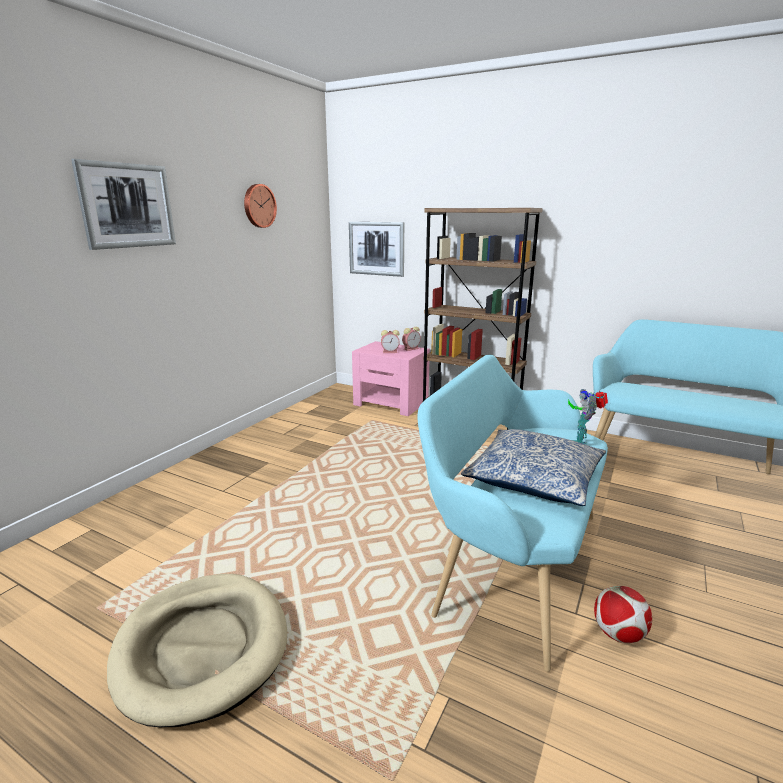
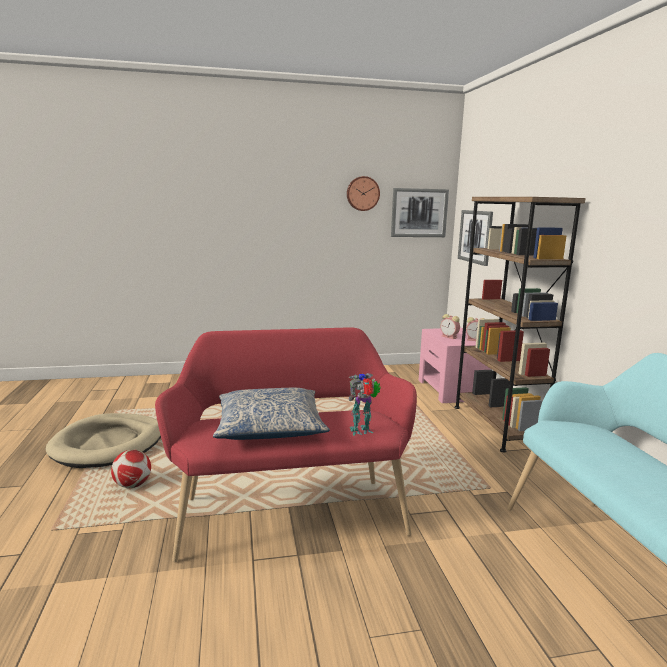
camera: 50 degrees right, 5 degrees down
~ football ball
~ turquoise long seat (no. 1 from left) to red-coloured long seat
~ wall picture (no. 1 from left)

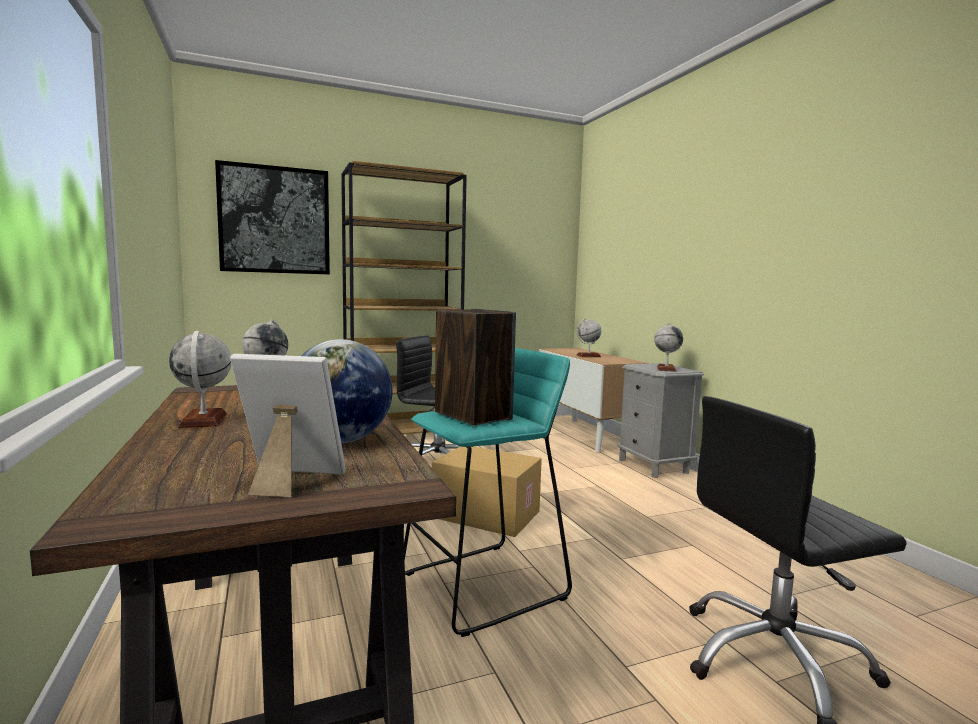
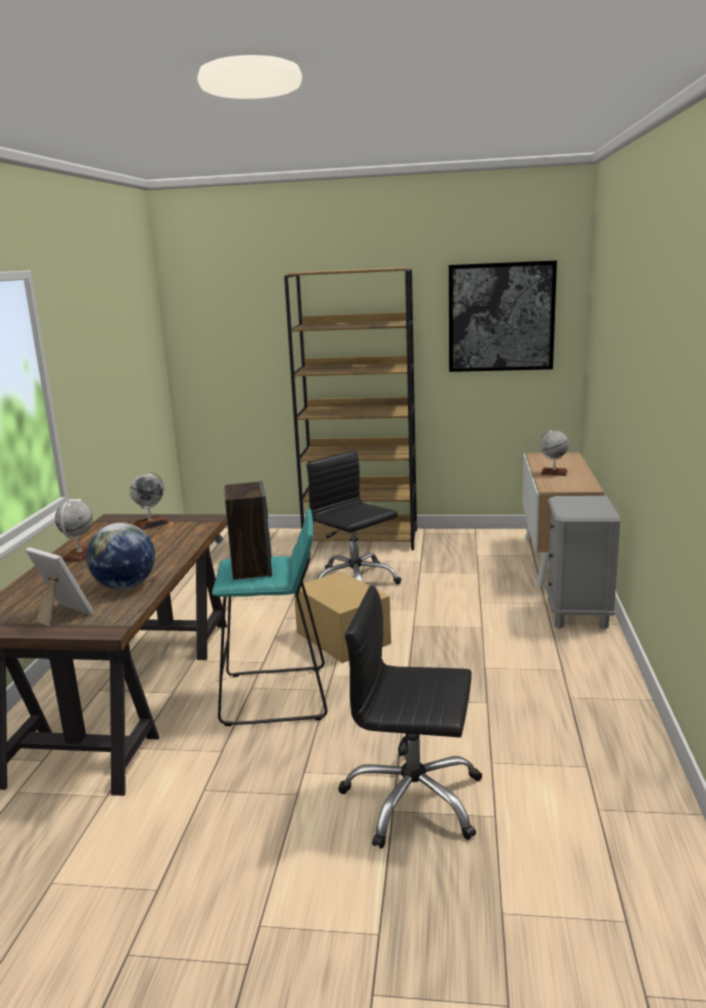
camera: 30 degrees right, 10 degrees up
~ wall picture
- desk globe (no. 5 from left)

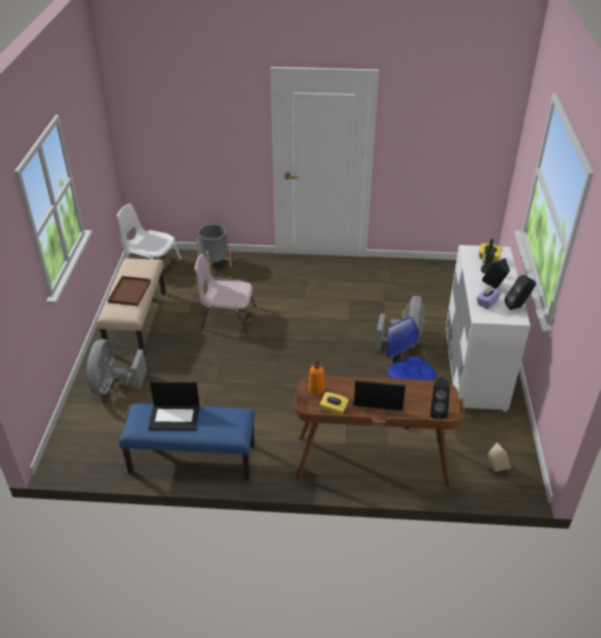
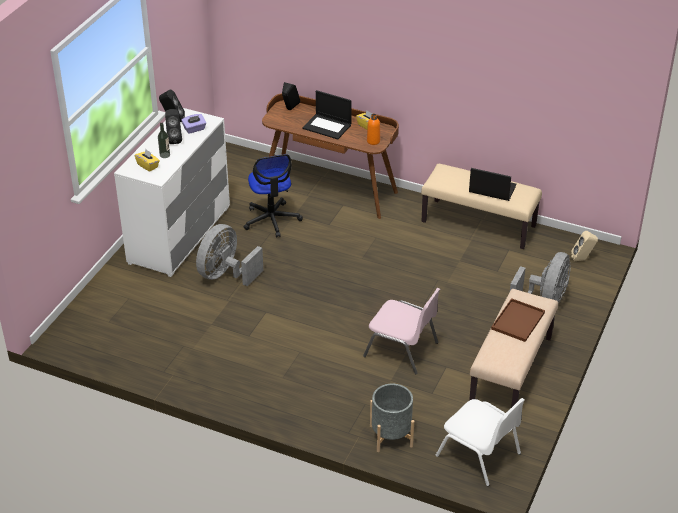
camera: 160 degrees left, 0 degrees up
~ bluish long seat to sand-coloured long seat (no. 1 from left)
~ sand-coloured speaker

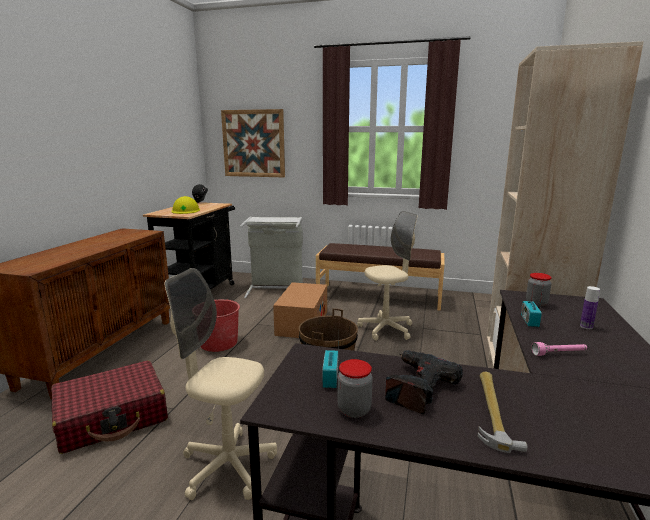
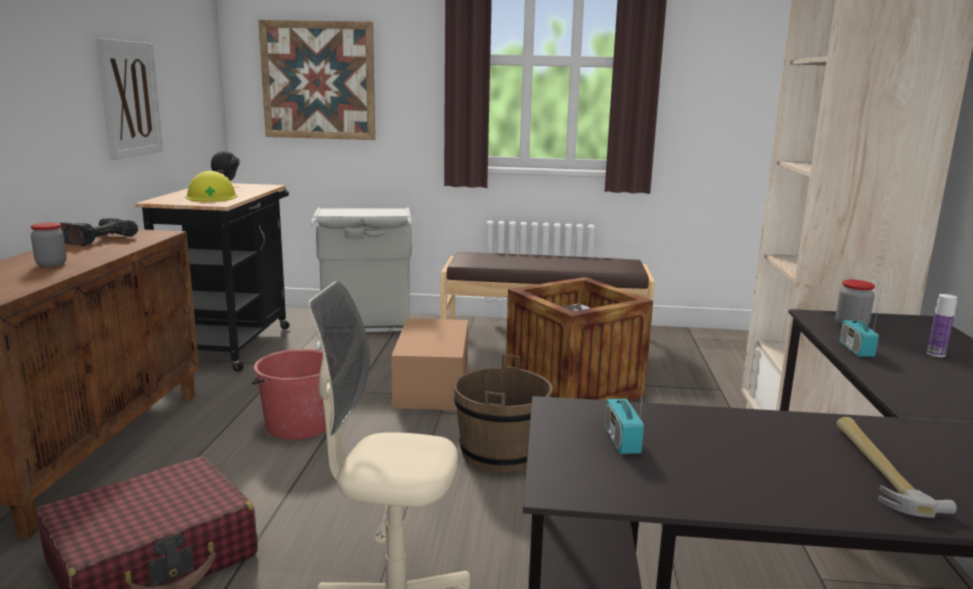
camera: 10 degrees left, 0 degrees up
~ jar (no. 1 from left)
~ electric drill
+ wall picture (no. 1 from left)
~ sand-coloured computer chair (no. 2 from left) to crate
- pink-coloured flashlight

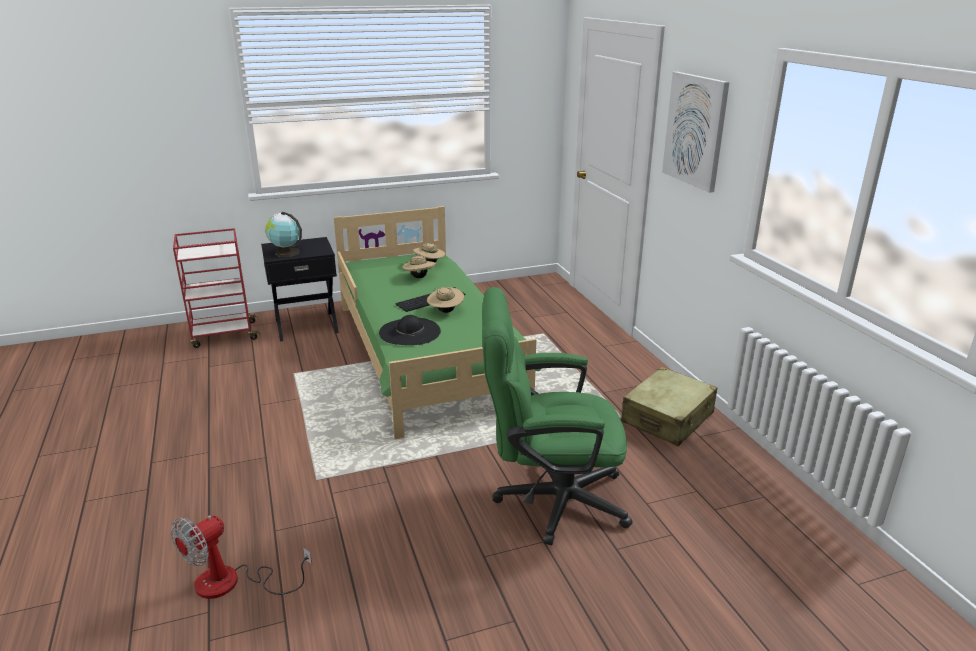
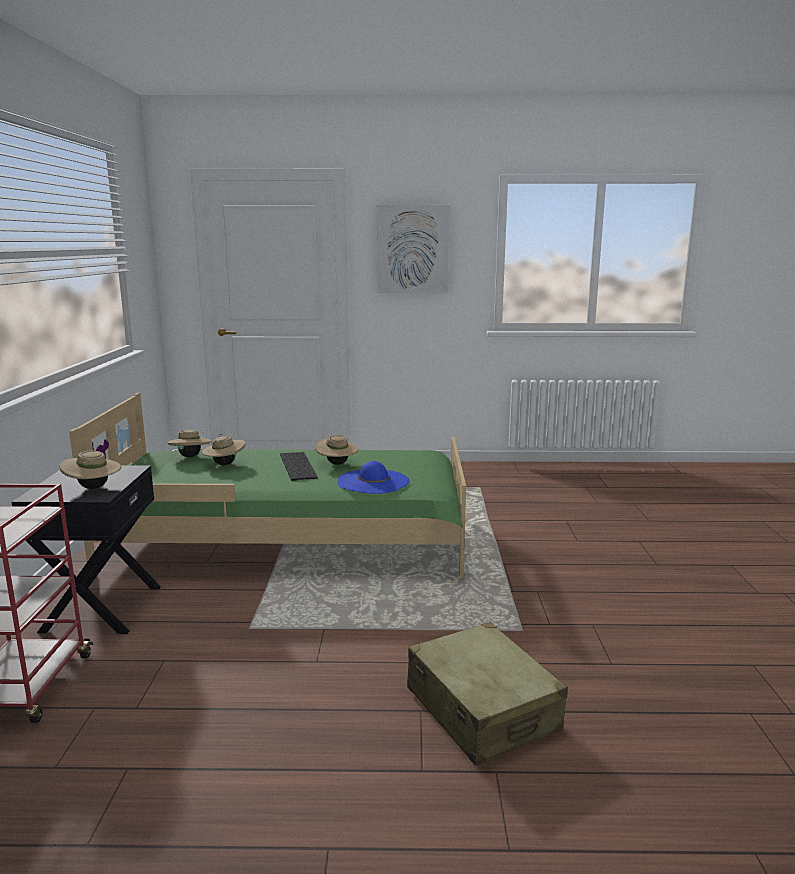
camera: 70 degrees left, 10 degrees down
~ desk globe to sand-coloured hat (no. 1 from left)
~ black-coloured hat to bluish hat
~ sand-coloured travel case
- fan
- greenish computer chair

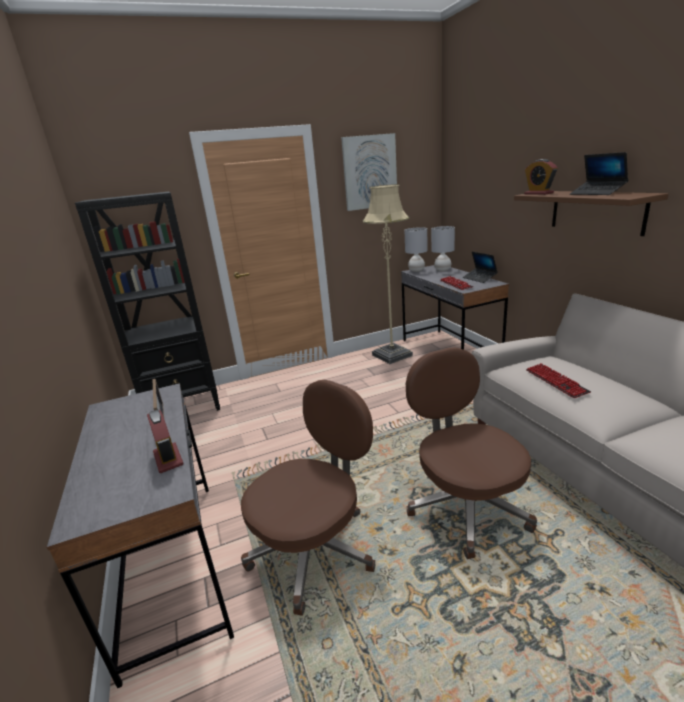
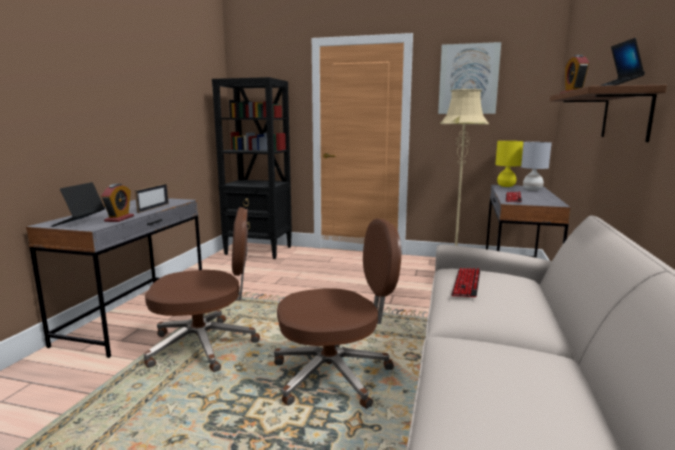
camera: 35 degrees right, 10 degrees down
~ portable computer (no. 1 from left)
~ brownish computer chair (no. 2 from left) 60 degrees clockwise
~ greyish tabletop lamp (no. 1 from left) to yellow-coloured tabletop lamp

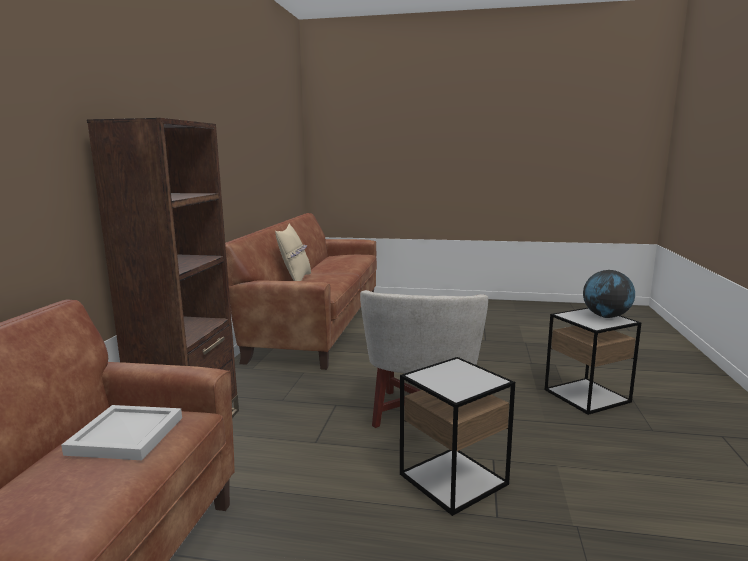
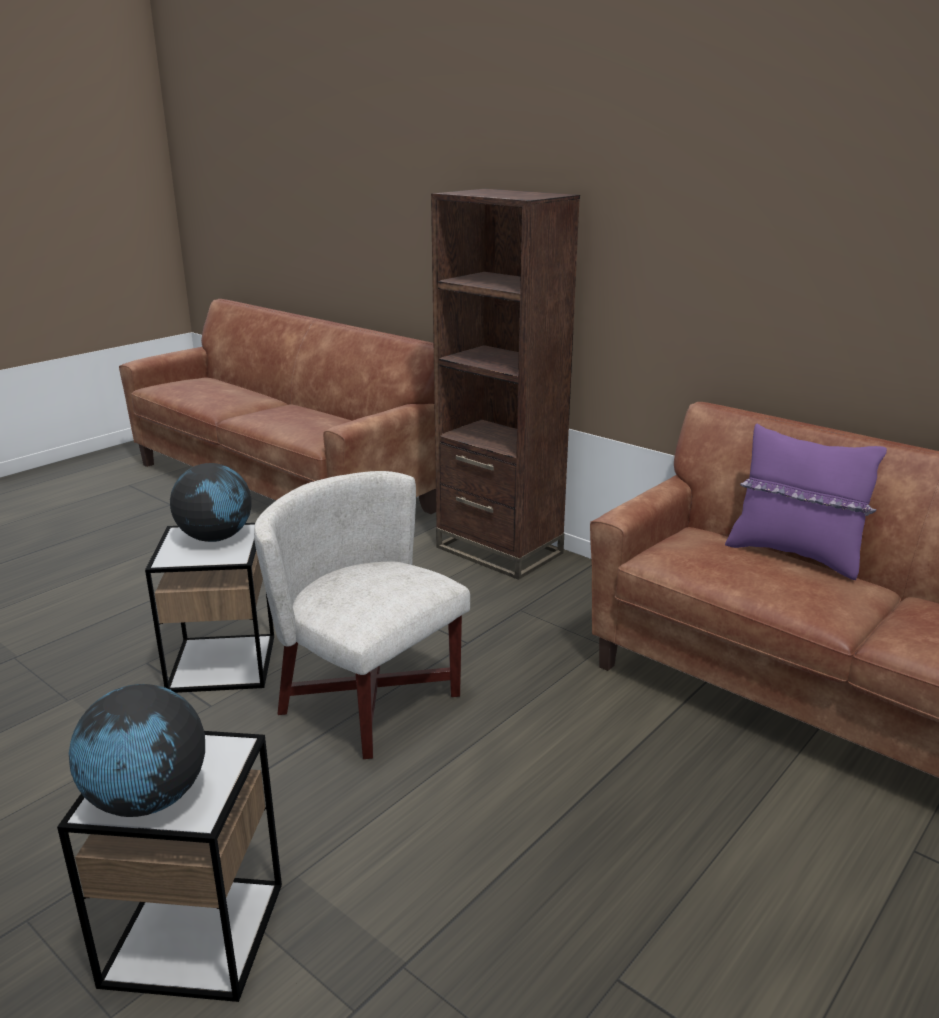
camera: 120 degrees right, 10 degrees up
+ desk globe (no. 2 from left)
~ sand-coloured throw pillow to purple-coloured throw pillow
- whitish tray

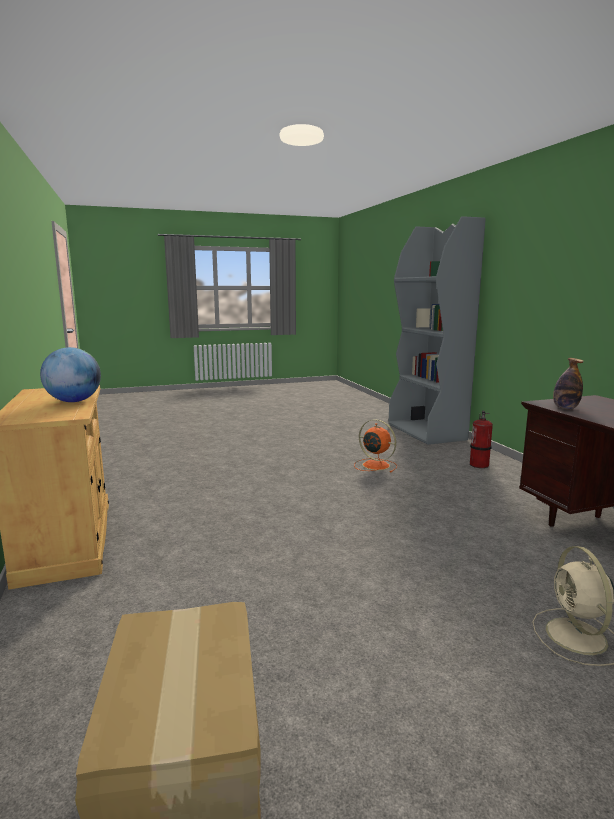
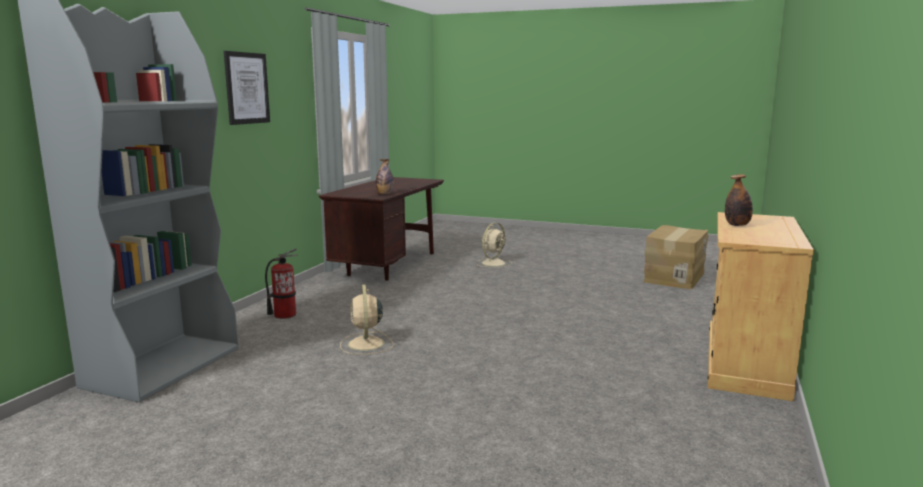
camera: 140 degrees left, 0 degrees up
+ wall picture
~ orange-coloured fan to sand-coloured fan (no. 1 from left)
~ desk globe to drink bottle (no. 2 from left)

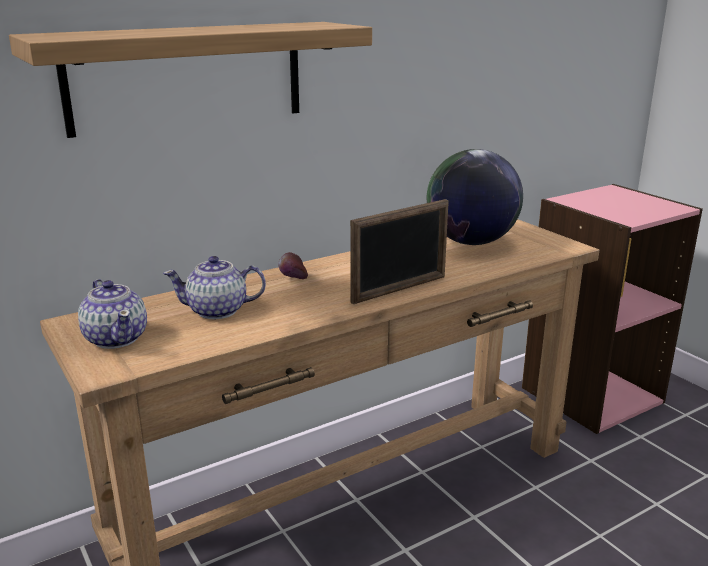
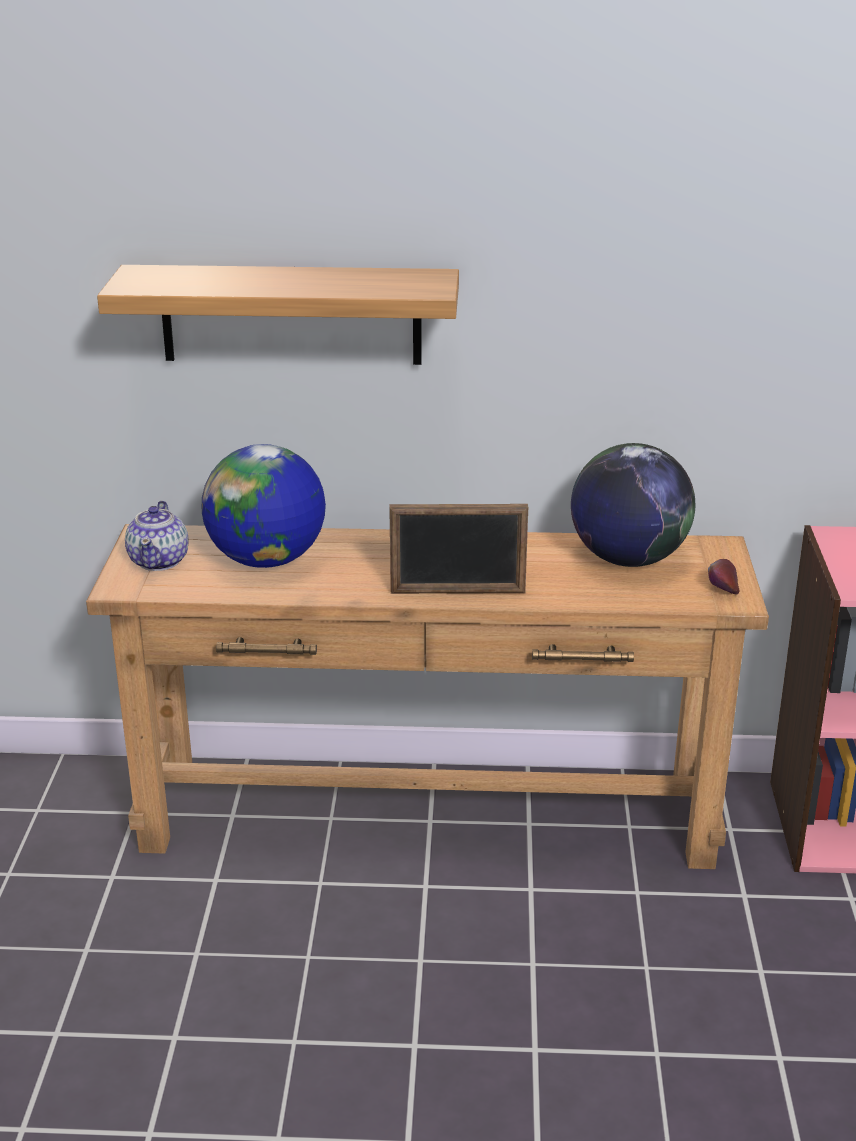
camera: 35 degrees right, 5 degrees up
~ pot for tea (no. 2 from left) to desk globe (no. 1 from left)
~ apple fruit

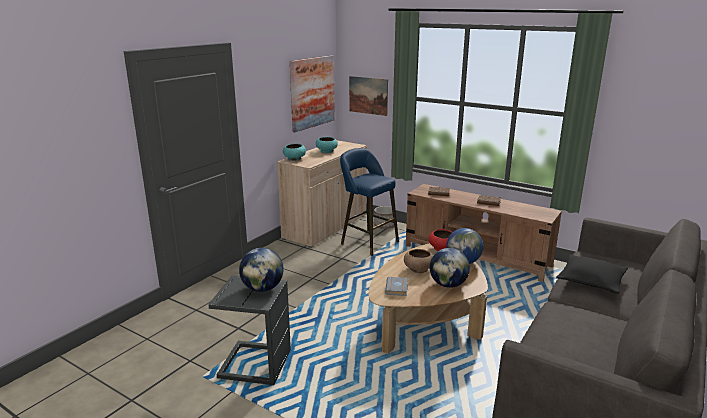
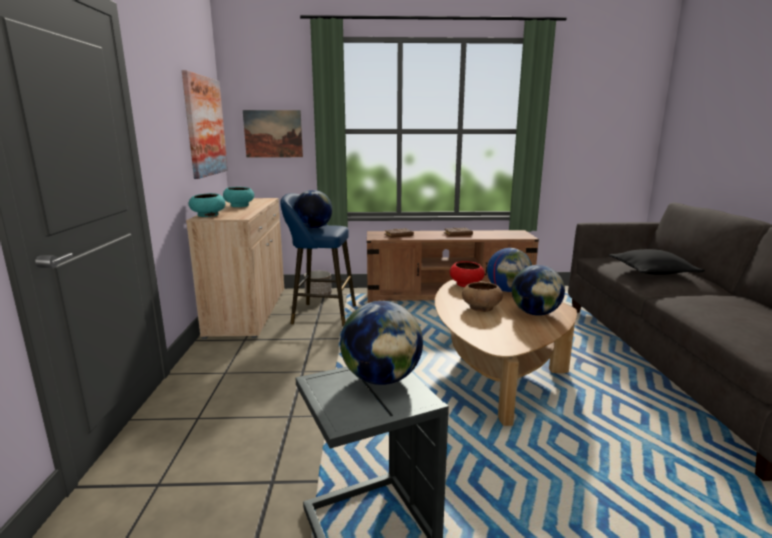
camera: 35 degrees left, 5 degrees down
+ desk globe (no. 1 from left)
- greyish volume

